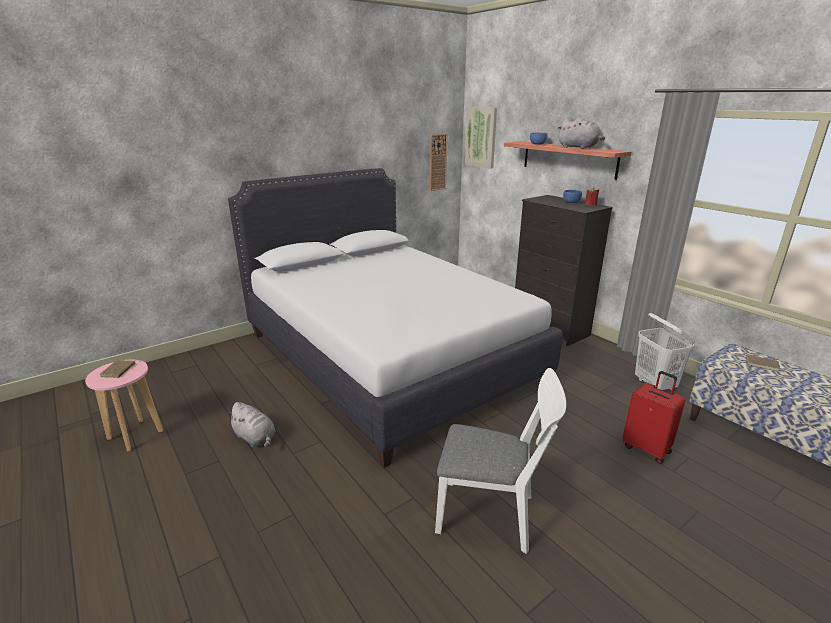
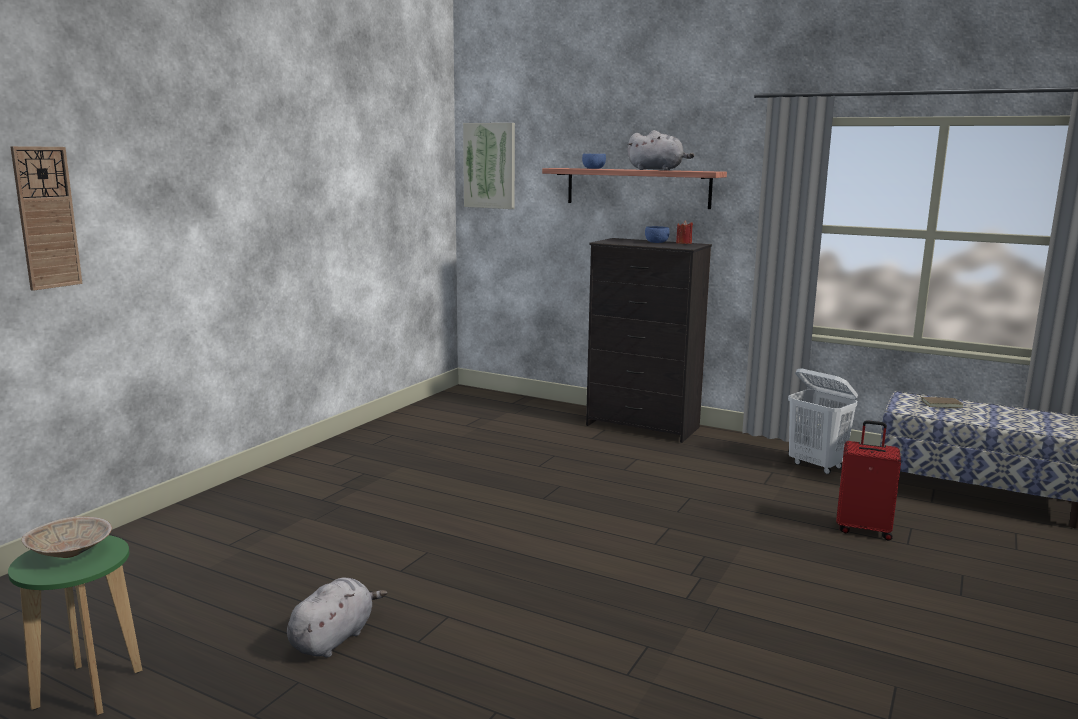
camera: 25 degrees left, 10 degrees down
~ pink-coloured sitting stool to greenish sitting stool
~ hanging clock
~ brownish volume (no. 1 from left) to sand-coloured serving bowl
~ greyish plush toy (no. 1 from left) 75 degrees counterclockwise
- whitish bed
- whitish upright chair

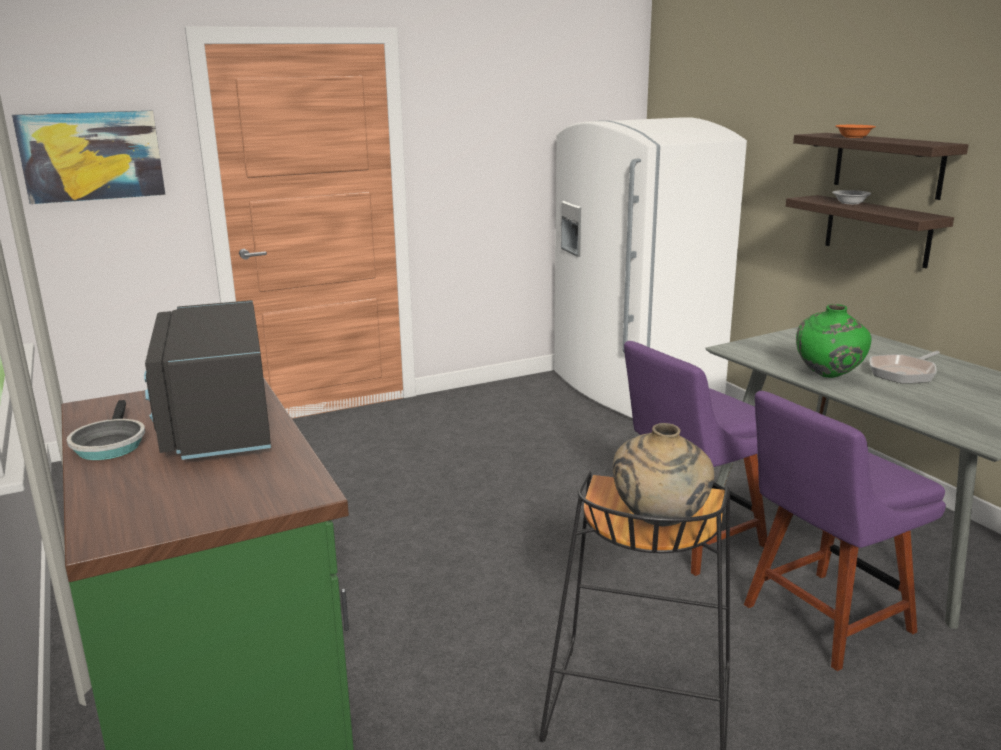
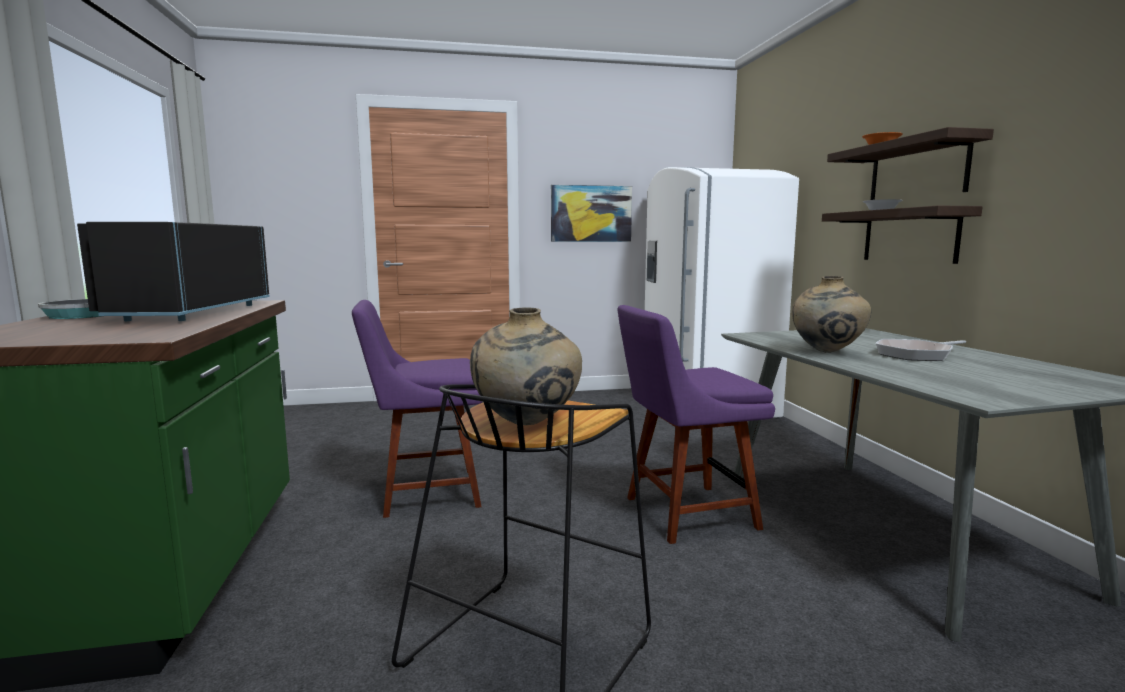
camera: 15 degrees right, 10 degrees down
~ purple-coloured upright chair (no. 2 from left in the first image) to purple-coloured upright chair (no. 1 from left)
~ wall picture
~ greenish decorative vase to sand-coloured decorative vase (no. 2 from left)

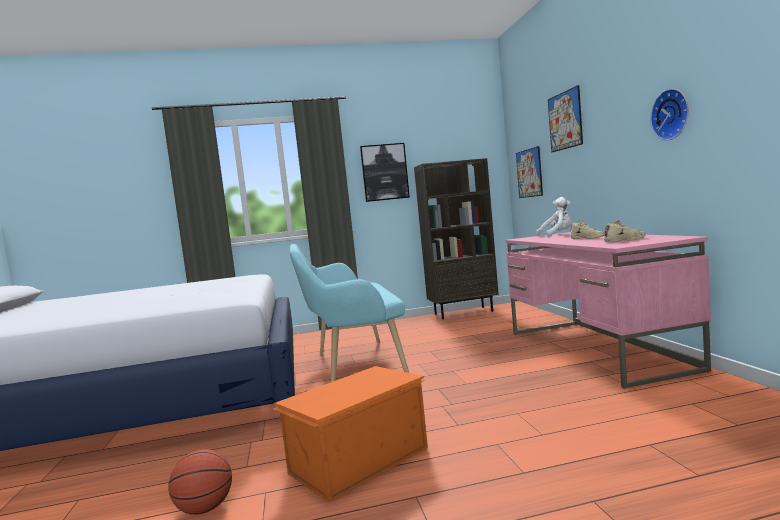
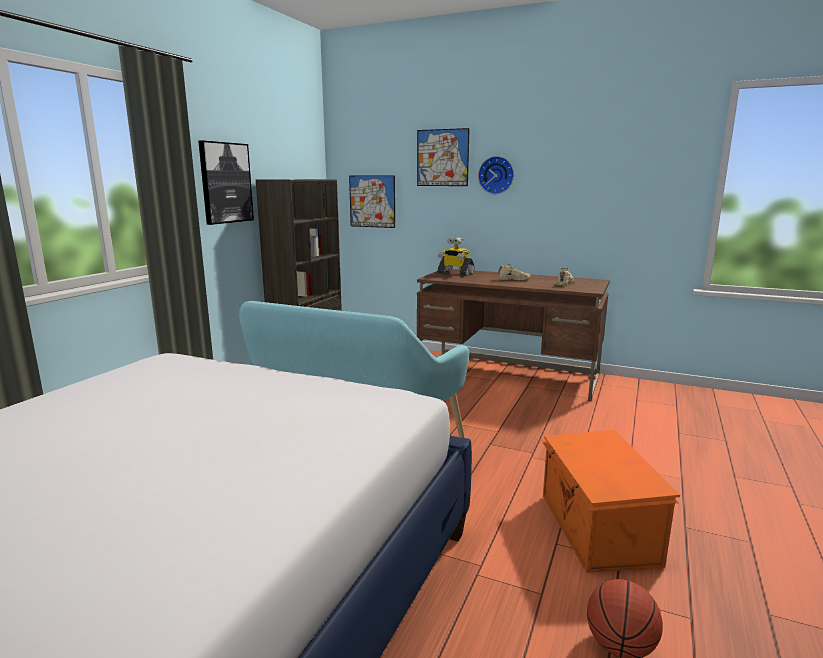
camera: 55 degrees left, 10 degrees up
~ pink-coloured desk to brownish desk
~ whitish plush toy to robot figure
~ hanging clock

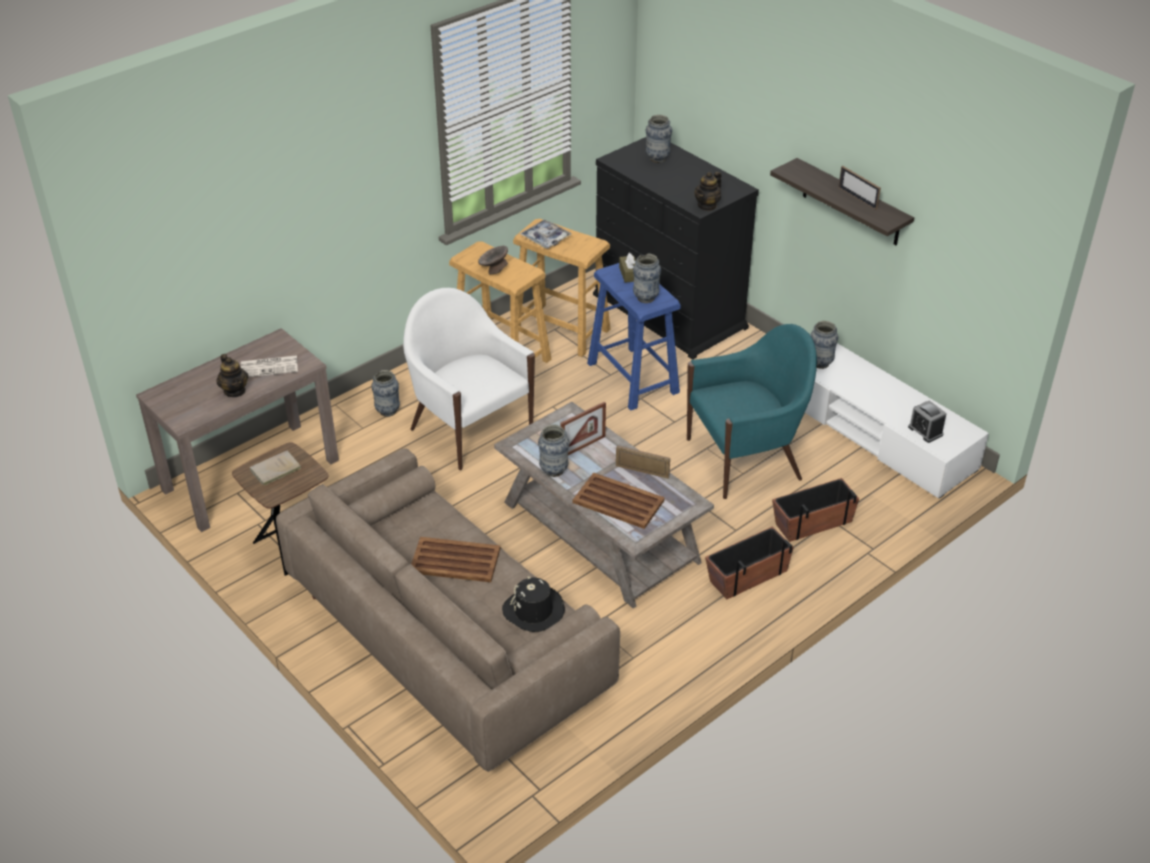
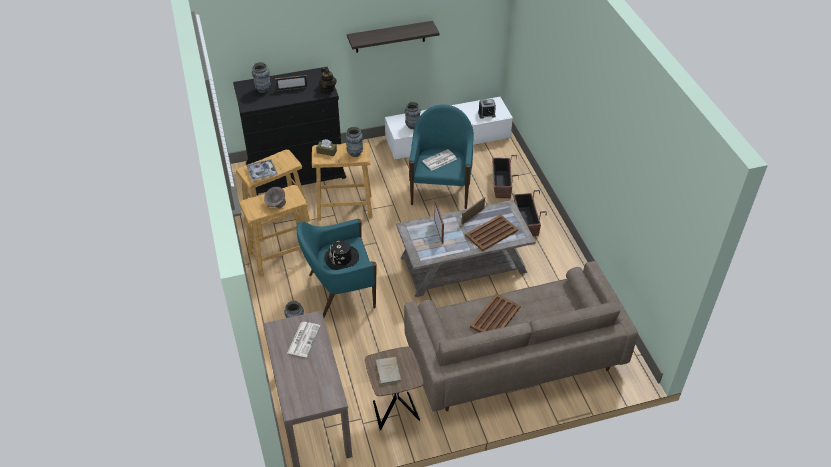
camera: 65 degrees left, 5 degrees up
~ photo frame (no. 3 from left in the first image) to photo frame (no. 1 from left)
~ whitish easy chair to turquoise easy chair (no. 1 from left)
~ bluish sitting stool to sand-coloured sitting stool (no. 3 from left)
~ black-coloured hat
+ newspaper (no. 2 from left)
- pot for tea (no. 1 from left)
- decorative vase (no. 2 from left)

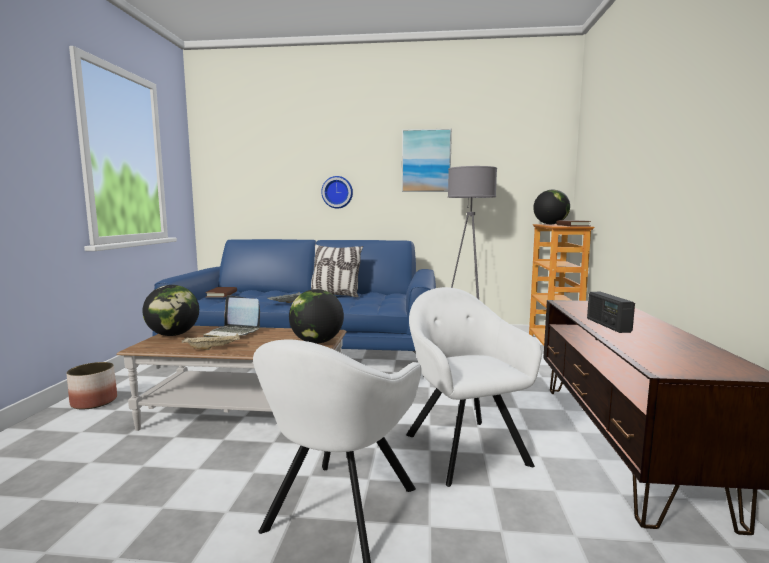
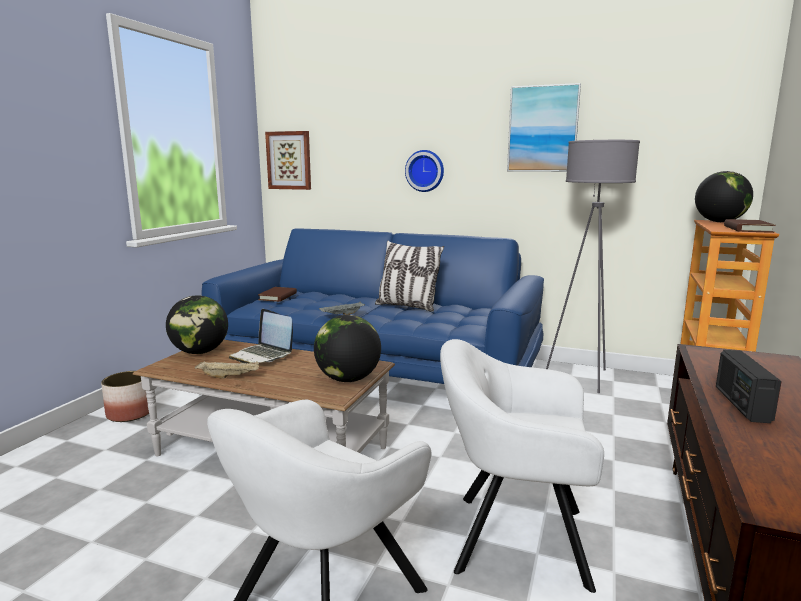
camera: 15 degrees right, 5 degrees up
+ wall picture (no. 1 from left)
~ whitish easy chair (no. 2 from left) 75 degrees counterclockwise

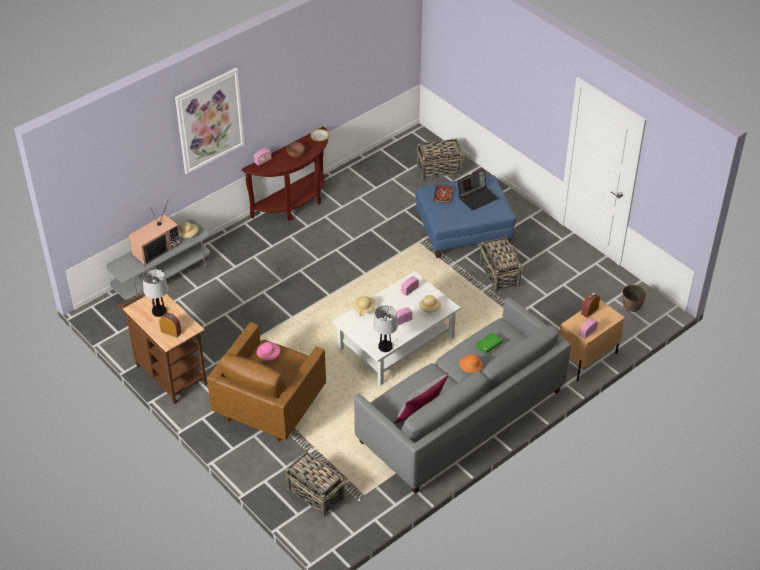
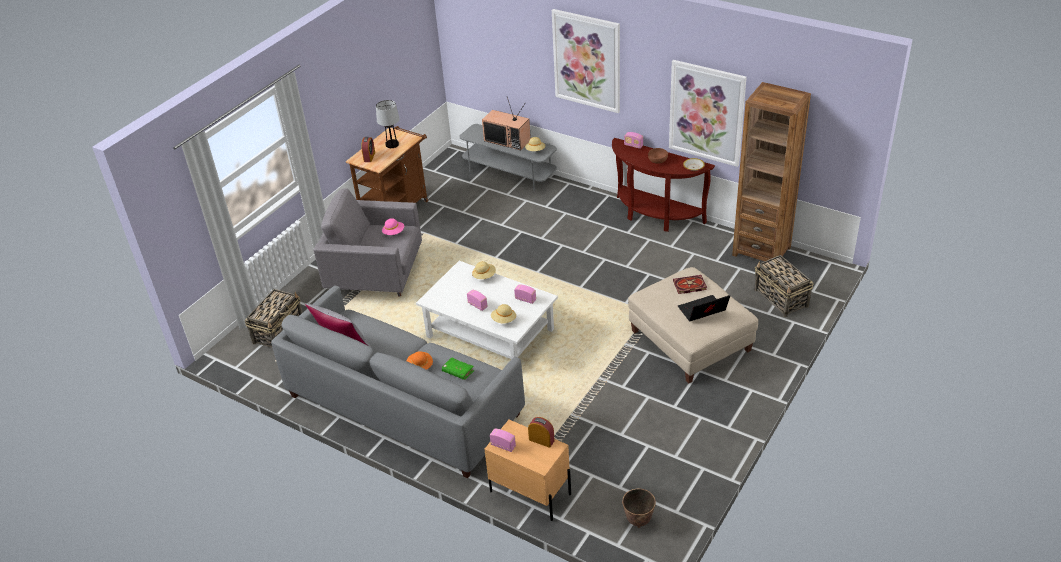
camera: 75 degrees right, 5 degrees down
~ brownish easy chair to greyish easy chair
~ bluish ottoman to sand-coloured ottoman
+ wall picture (no. 2 from left)
~ portable computer 120 degrees clockwise
+ brownish shelving unit
- tabletop lamp (no. 2 from left)
- household basket (no. 3 from left)

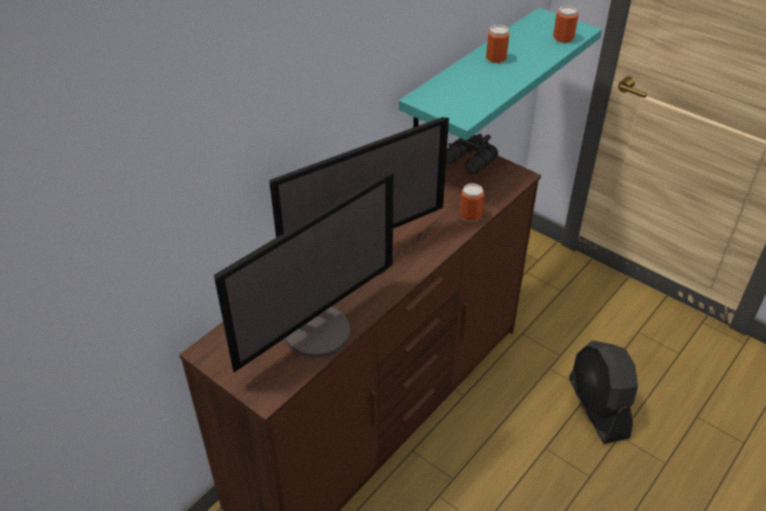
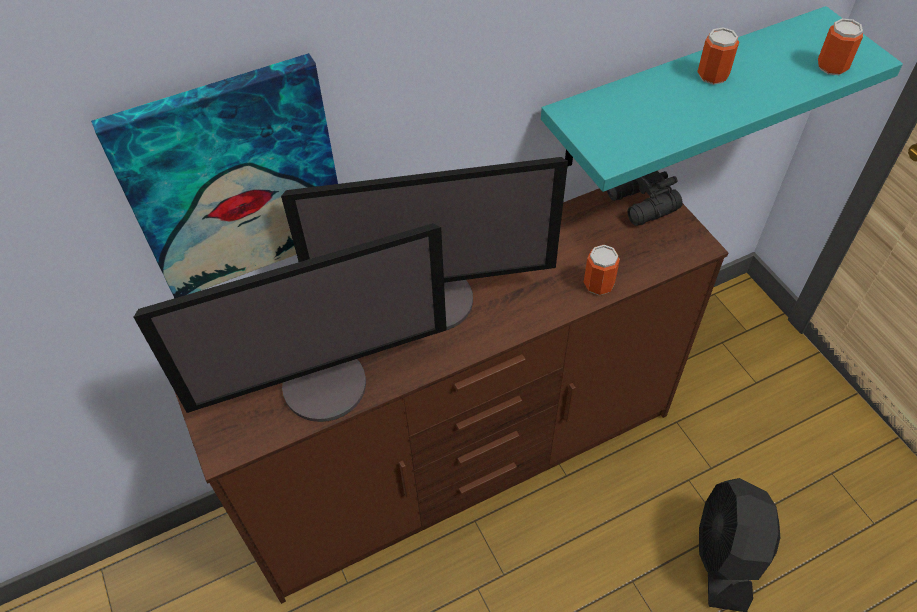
camera: 25 degrees right, 10 degrees up
+ wall picture

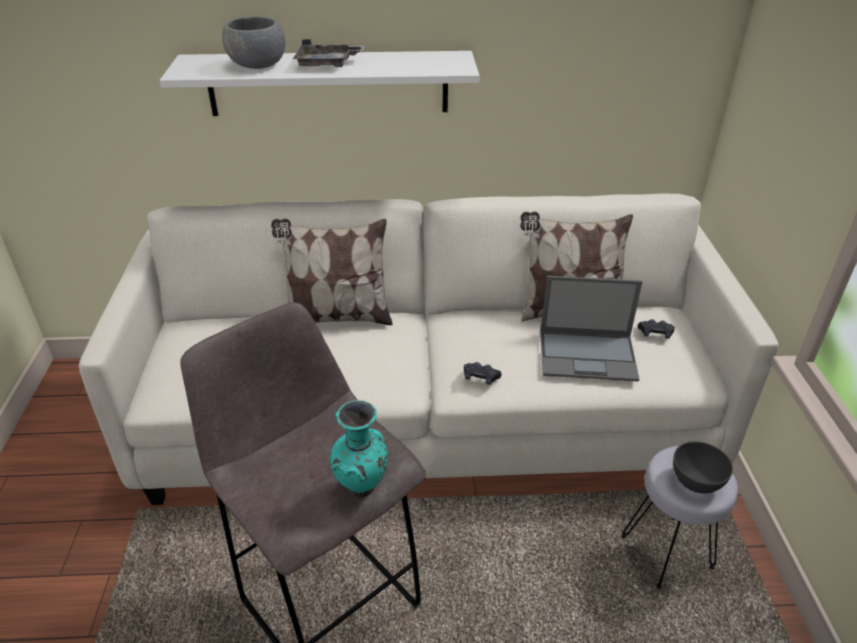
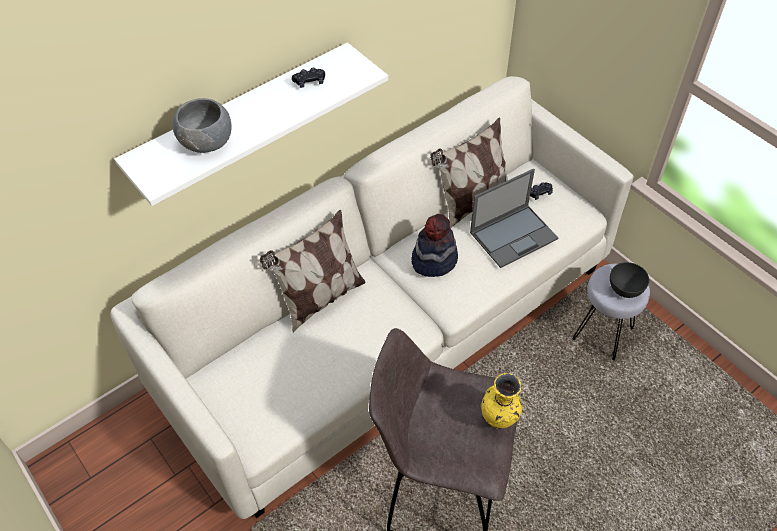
camera: 35 degrees left, 15 degrees up
~ black-coloured gamepad (no. 1 from left)
+ hat
~ turquoise decorative vase to yellow-coloured decorative vase
- greyish tray

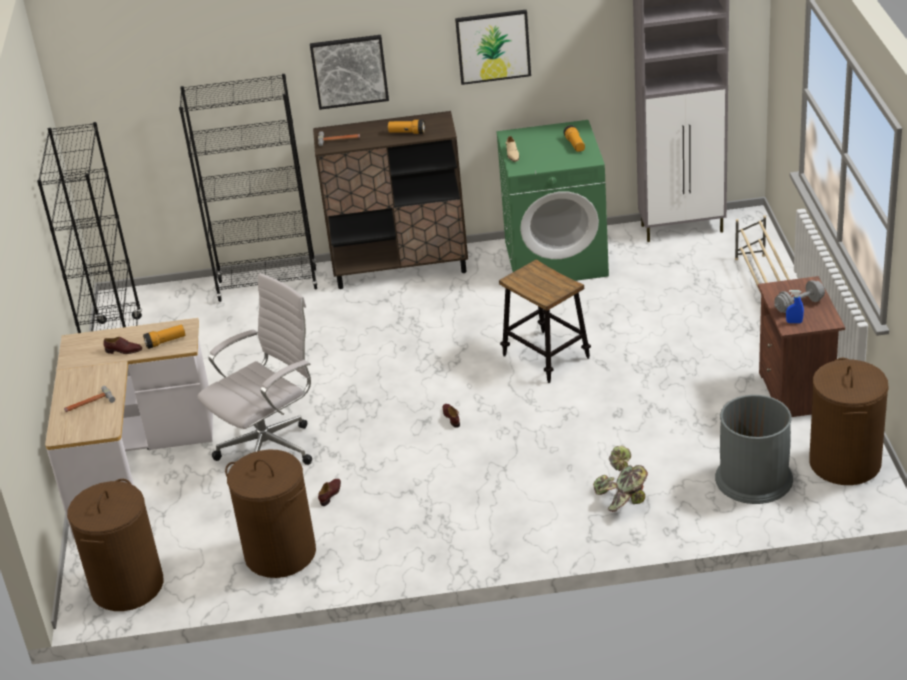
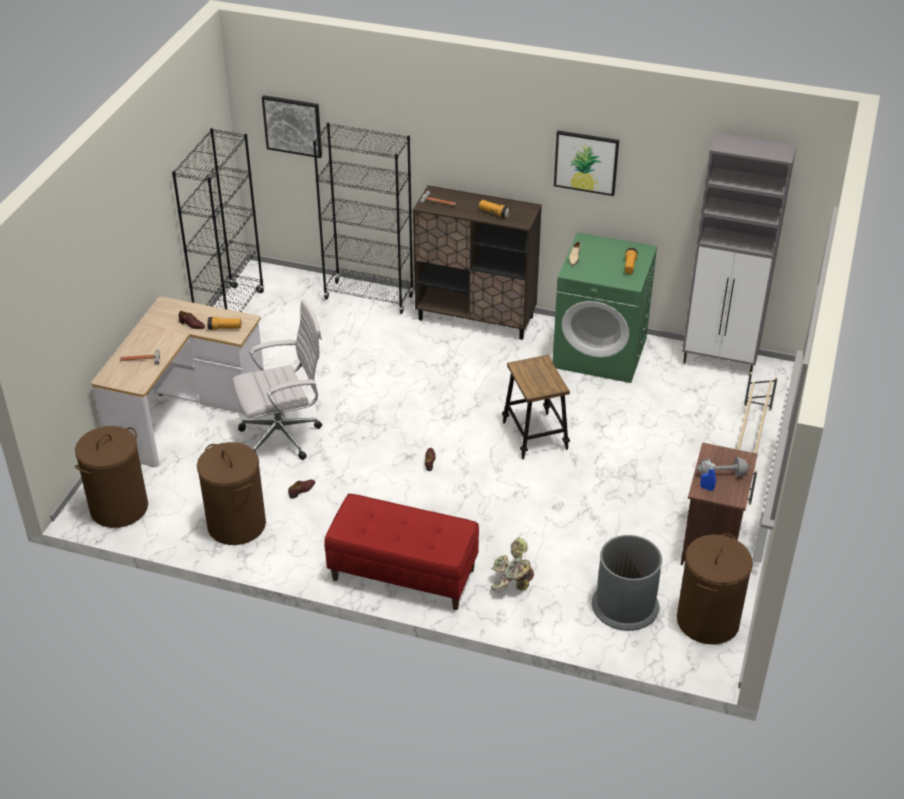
camera: 20 degrees right, 5 degrees up
~ wall picture (no. 1 from left)
+ red-coloured long seat

